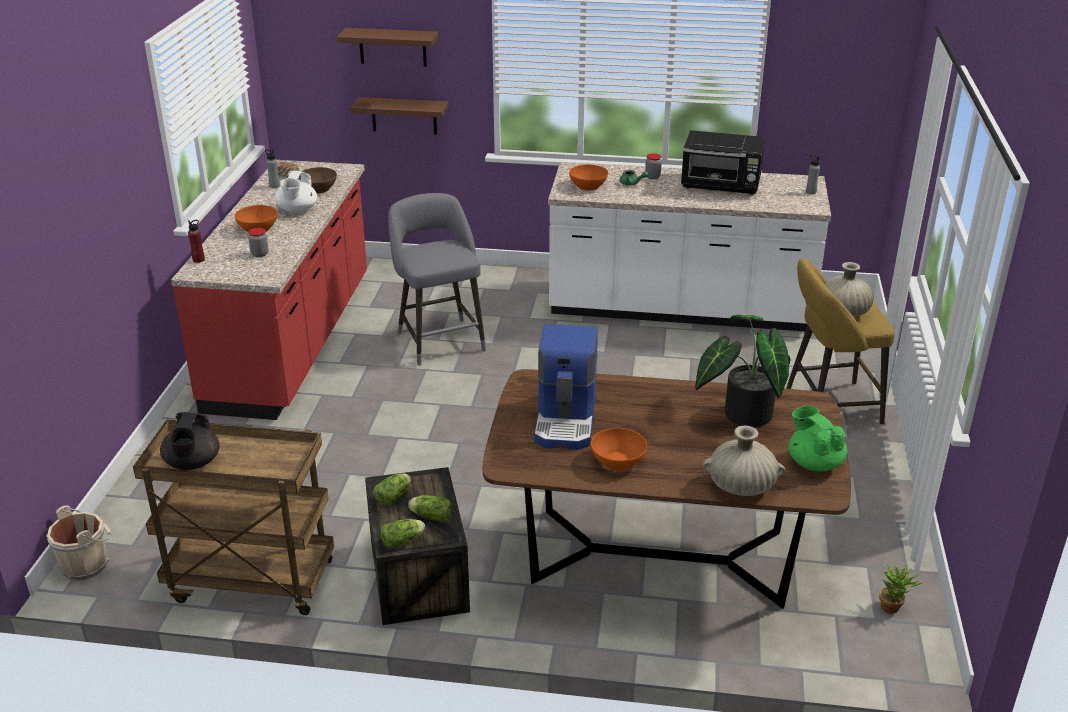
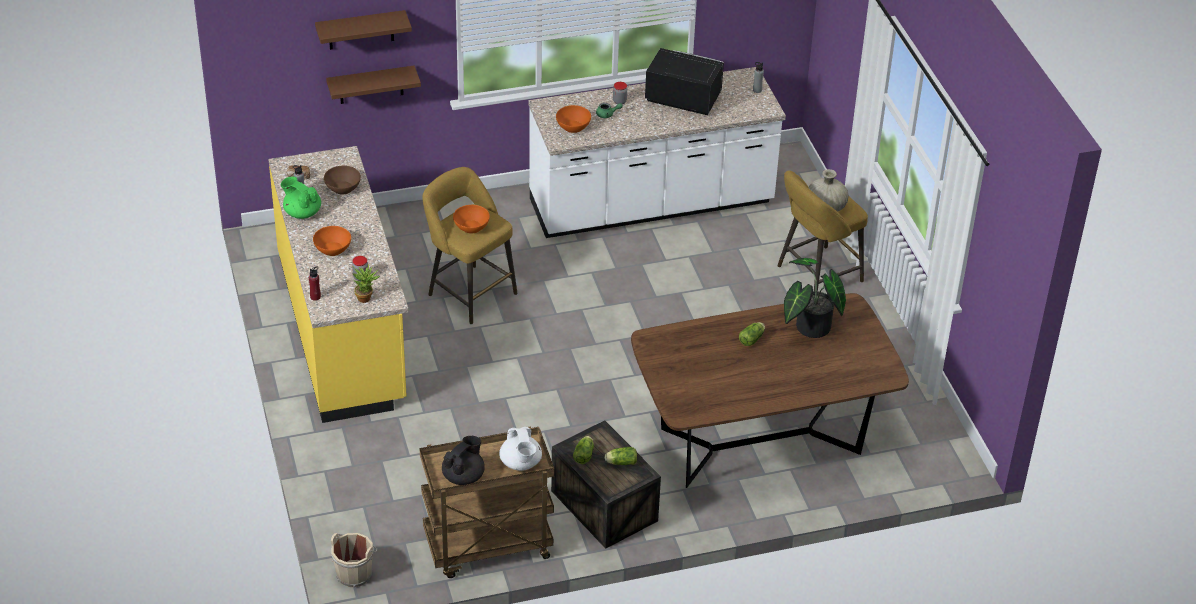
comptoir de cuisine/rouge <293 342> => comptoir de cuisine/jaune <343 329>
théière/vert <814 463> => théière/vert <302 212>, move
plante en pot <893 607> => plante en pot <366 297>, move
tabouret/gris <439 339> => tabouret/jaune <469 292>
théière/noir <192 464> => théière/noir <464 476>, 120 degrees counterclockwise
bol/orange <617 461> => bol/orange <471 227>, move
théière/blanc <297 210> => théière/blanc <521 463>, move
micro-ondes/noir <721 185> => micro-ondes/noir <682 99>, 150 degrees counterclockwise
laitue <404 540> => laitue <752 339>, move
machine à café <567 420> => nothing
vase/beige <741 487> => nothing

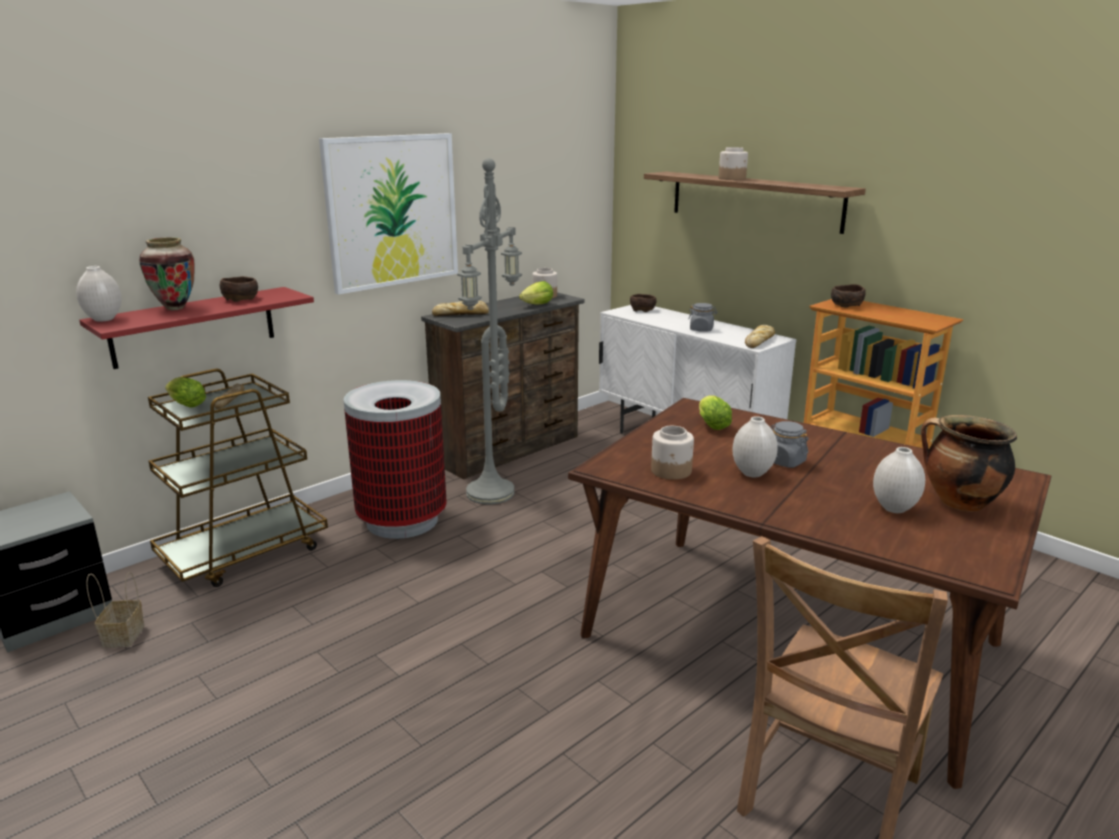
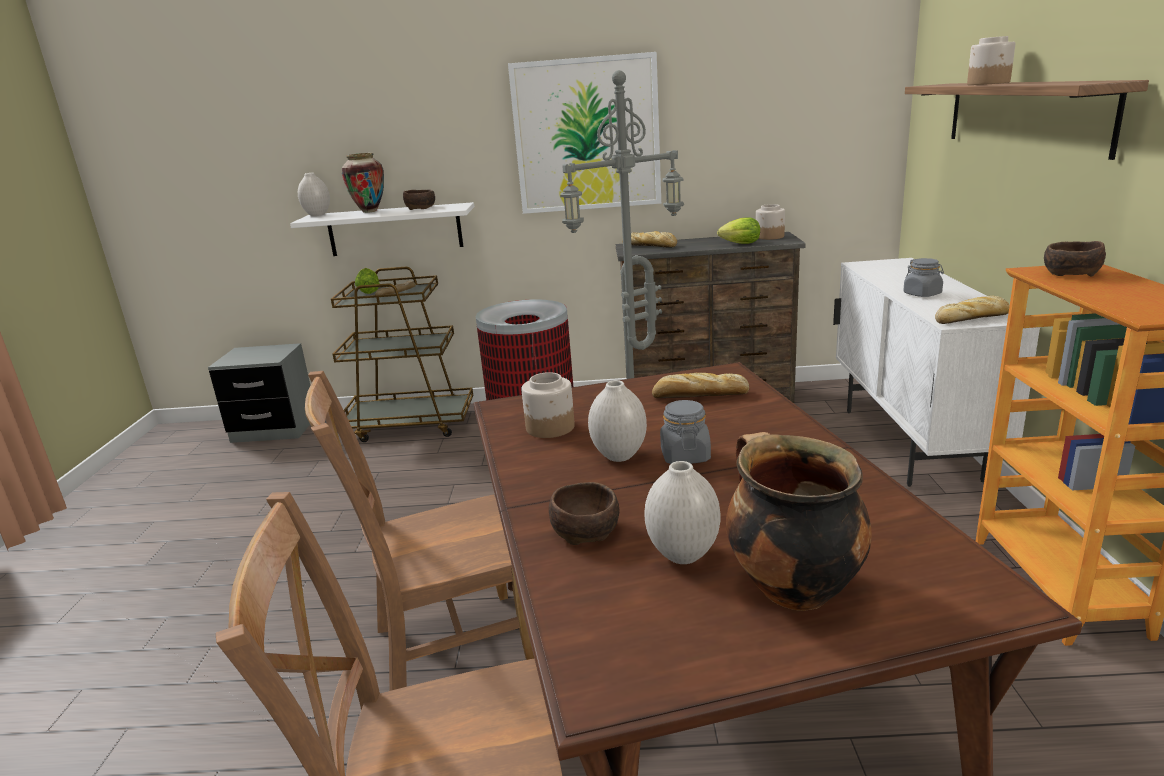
étagère/rouge <194 327> => étagère/blanc <395 230>
nothing => chaise/marron <446 650>
bol/marron <642 310> => bol/marron <587 530>, move
laitue <711 425> => pain <698 395>
panier <123 635> => nothing

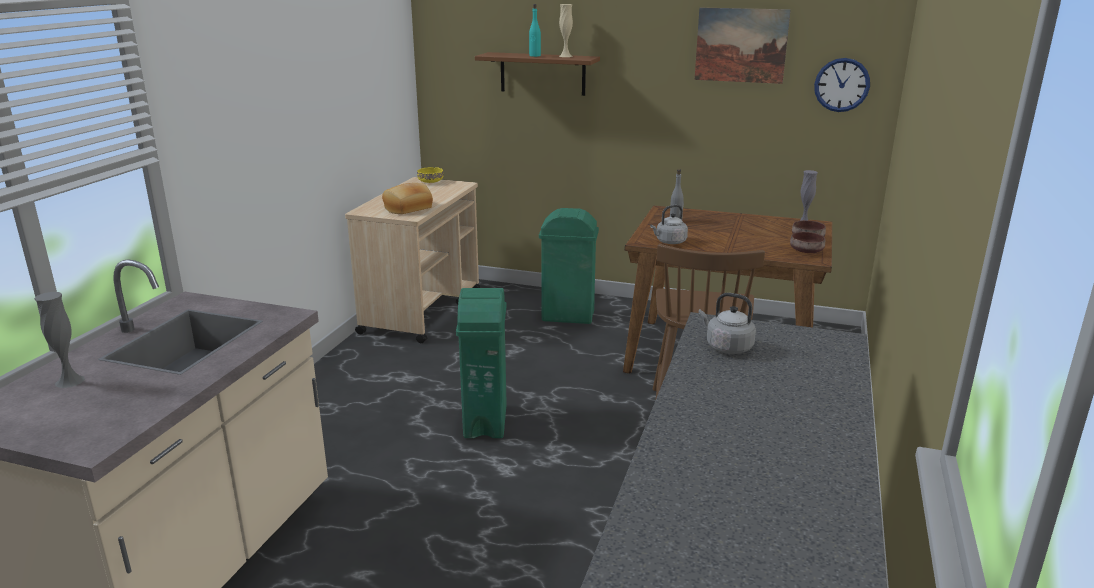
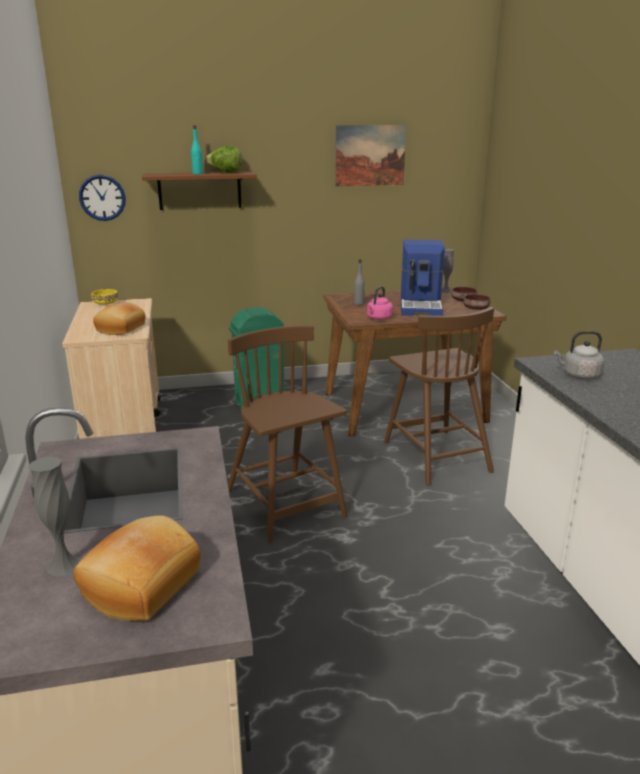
nothing => pain <139 584>
horloge murale <841 85> => horloge murale <102 198>, move
vase/beige <565 56> => laitue <225 172>
poubelle/vert <486 421> => chaise/marron <285 504>
bouilloire/gris <669 242> => bouilloire/rose <378 318>
nothing => machine à café <421 306>

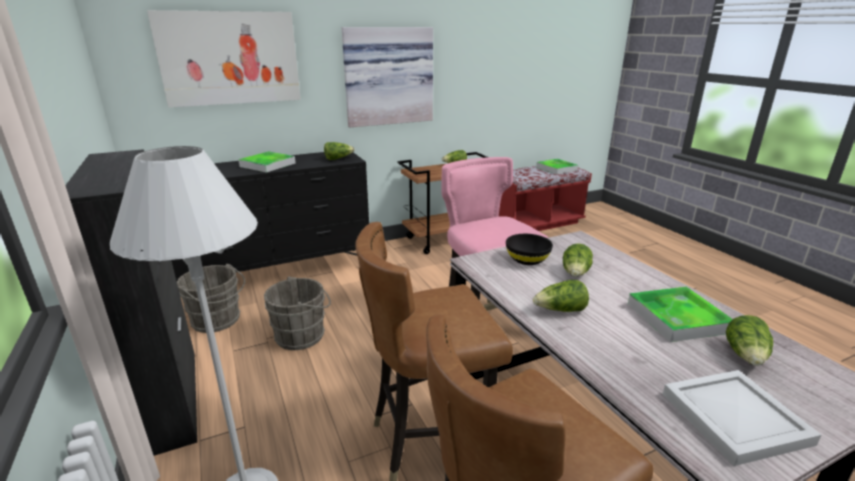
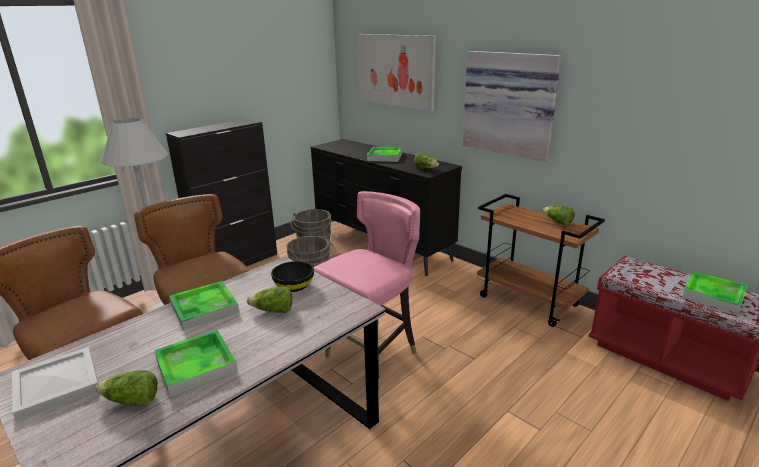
laitue <560 310> => plateau <204 308>

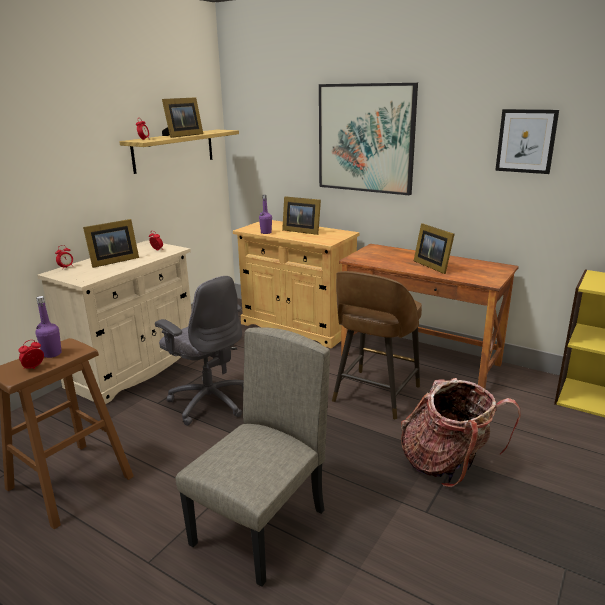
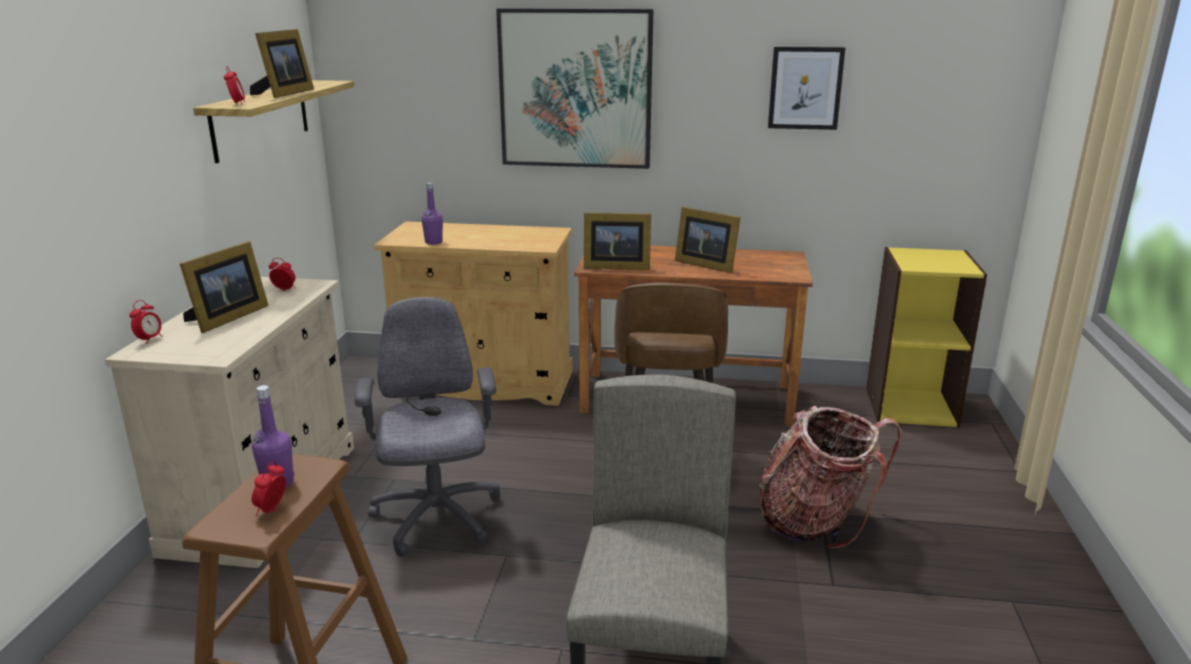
chaise de bureau/gris <209 401> => chaise de bureau/gris <436 519>, 120 degrees counterclockwise
cadre photo <301 231> => cadre photo <614 266>, move

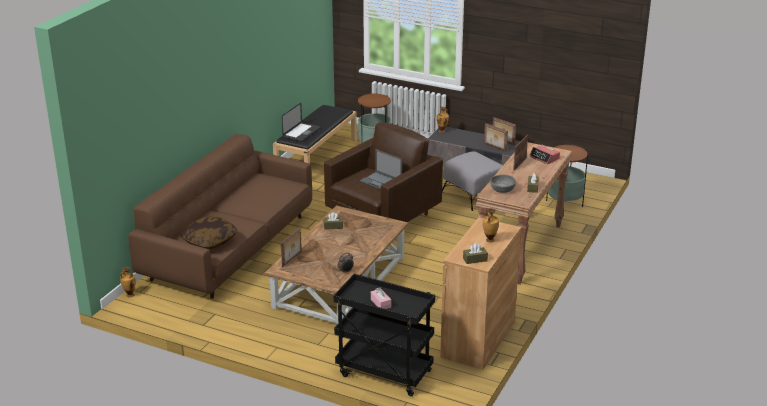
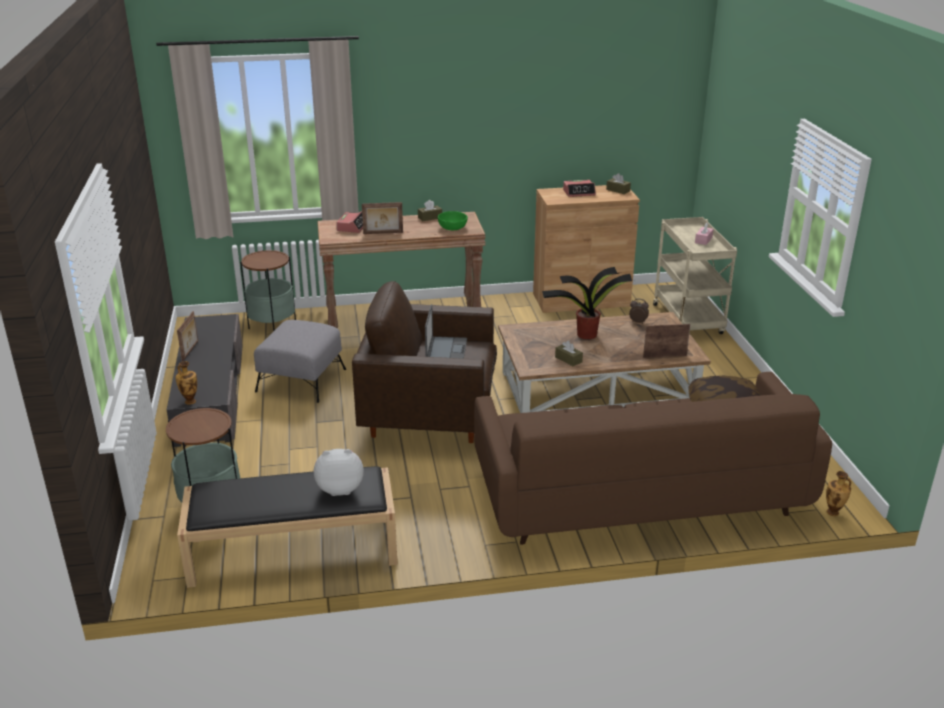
ordinateur portable <301 133> => peluche <340 488>
bol/gris <502 189> => bol/vert <452 227>
nothing => plante en pot <585 334>
vase <489 240> => réveil <579 192>
chariot/noir <383 373> => chariot/beige <689 320>
cadre photo <494 147> => nothing

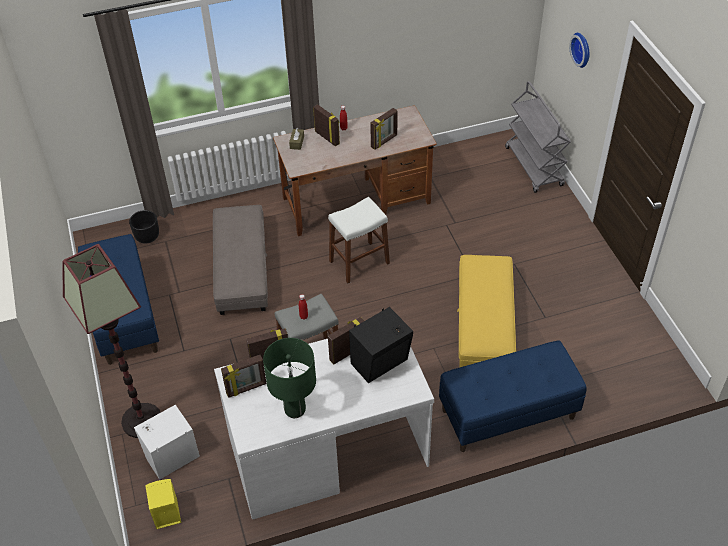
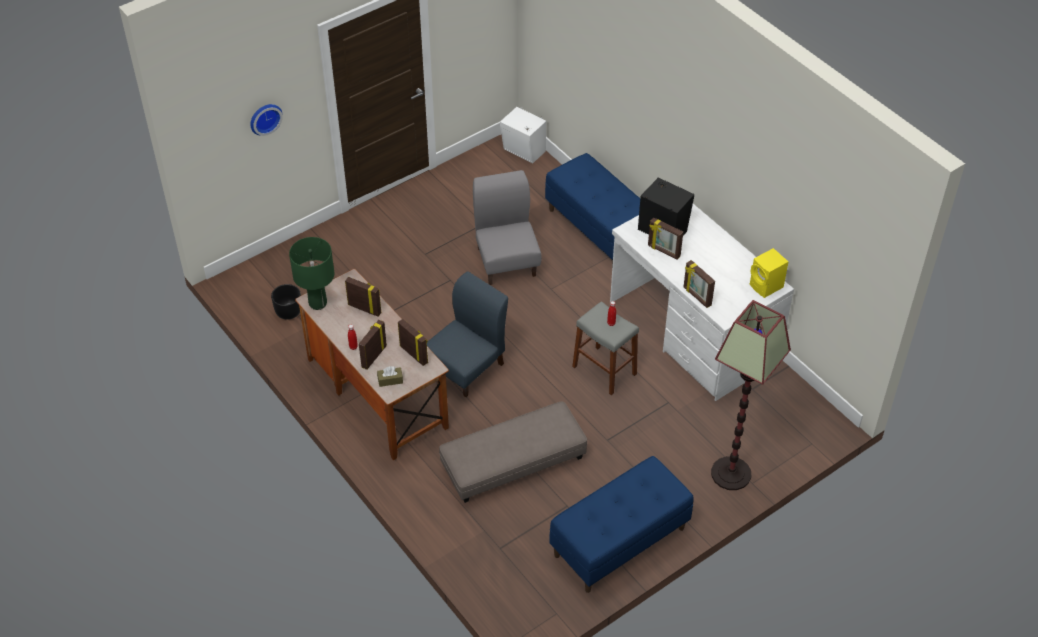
cache-pot/noir <147 236> => cache-pot/noir <288 311>, move
lampe de table/vert <294 409> => lampe de table/vert <317 304>, move
cadre photo <246 389> => cadre photo <414 354>, move
tabouret/blanc <359 262> => chaise/bleu <466 367>
pouf/jaune <484 323> => chaise/gris <506 261>
enceinte/blanc <171 456> => enceinte/blanc <524 151>, move
enceinte/jaune <165 514> => enceinte/jaune <766 286>, move
chariot/gris <534 167> => nothing

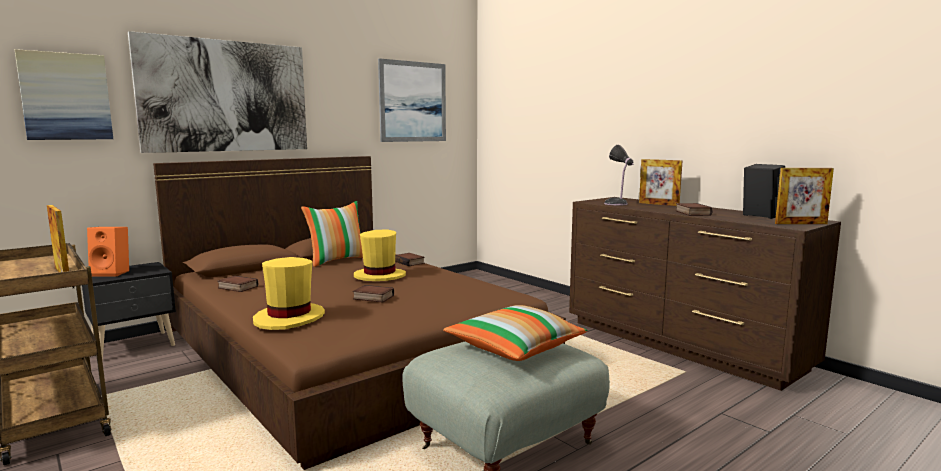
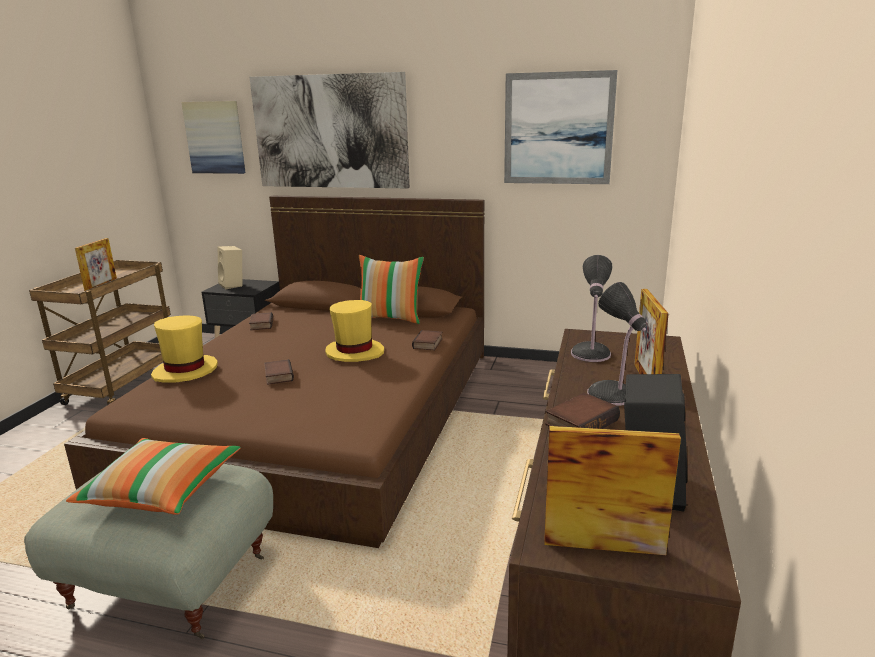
enceinte/orange <112 273> => enceinte/beige <233 285>
cadre photo <801 223> => cadre photo <604 546>, 135 degrees clockwise
nothing => lampe de table <612 396>

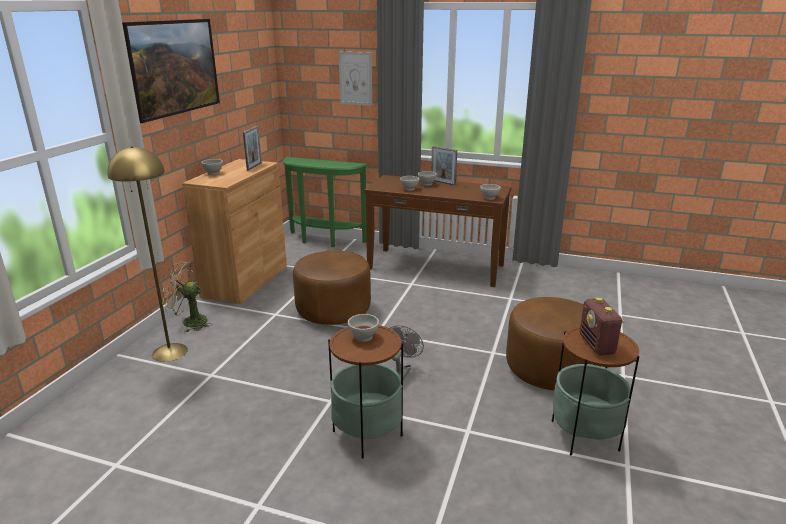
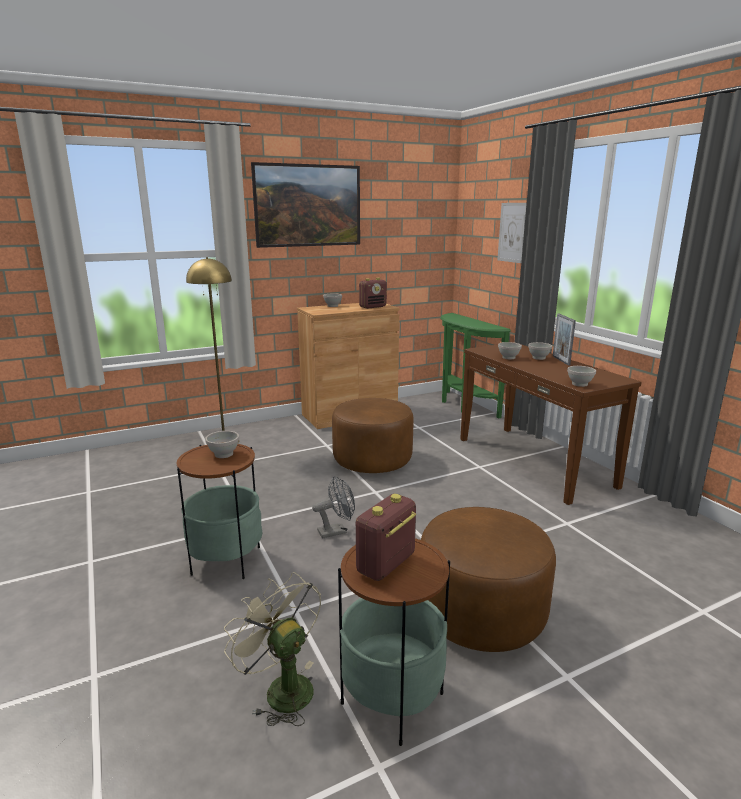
ventilateur/beige <189 322> => ventilateur/beige <281 688>, move
cadre photo <254 166> => radio <373 307>

